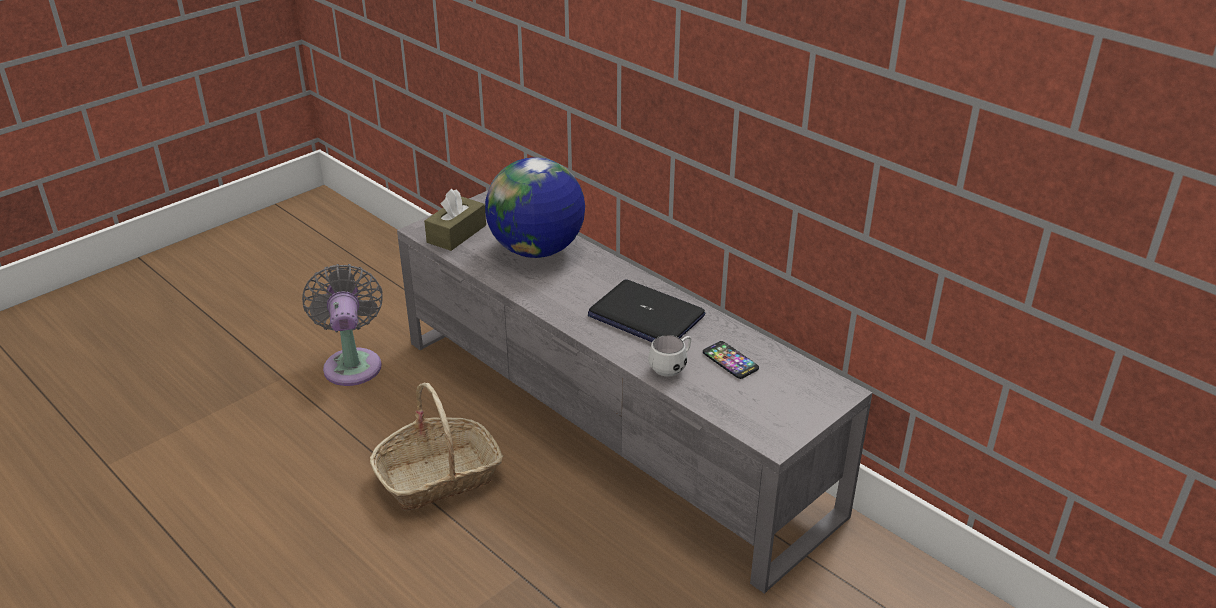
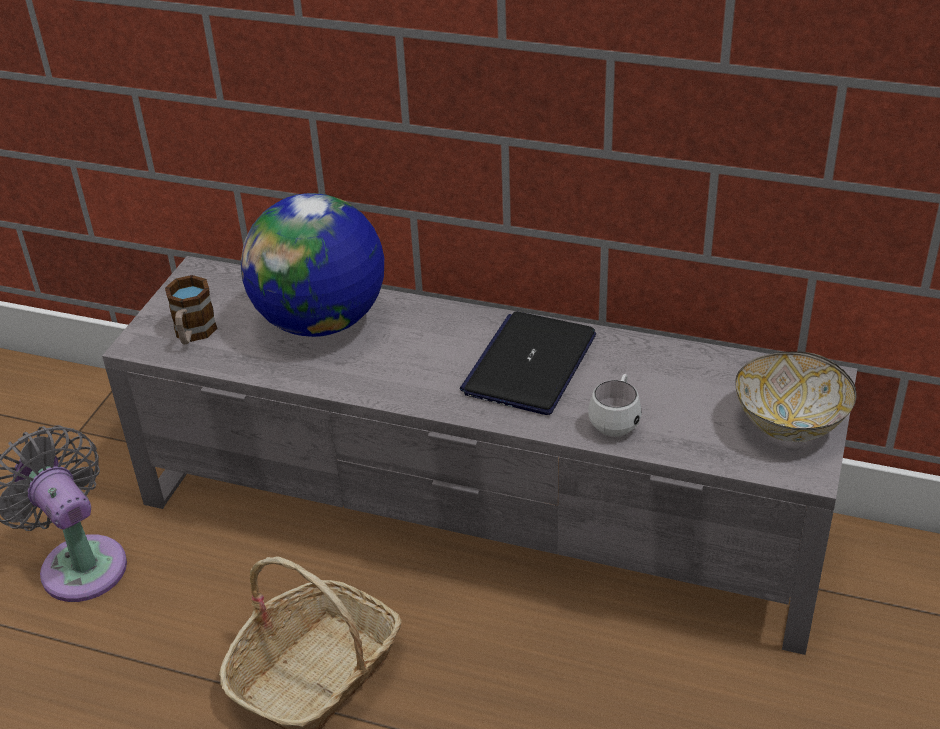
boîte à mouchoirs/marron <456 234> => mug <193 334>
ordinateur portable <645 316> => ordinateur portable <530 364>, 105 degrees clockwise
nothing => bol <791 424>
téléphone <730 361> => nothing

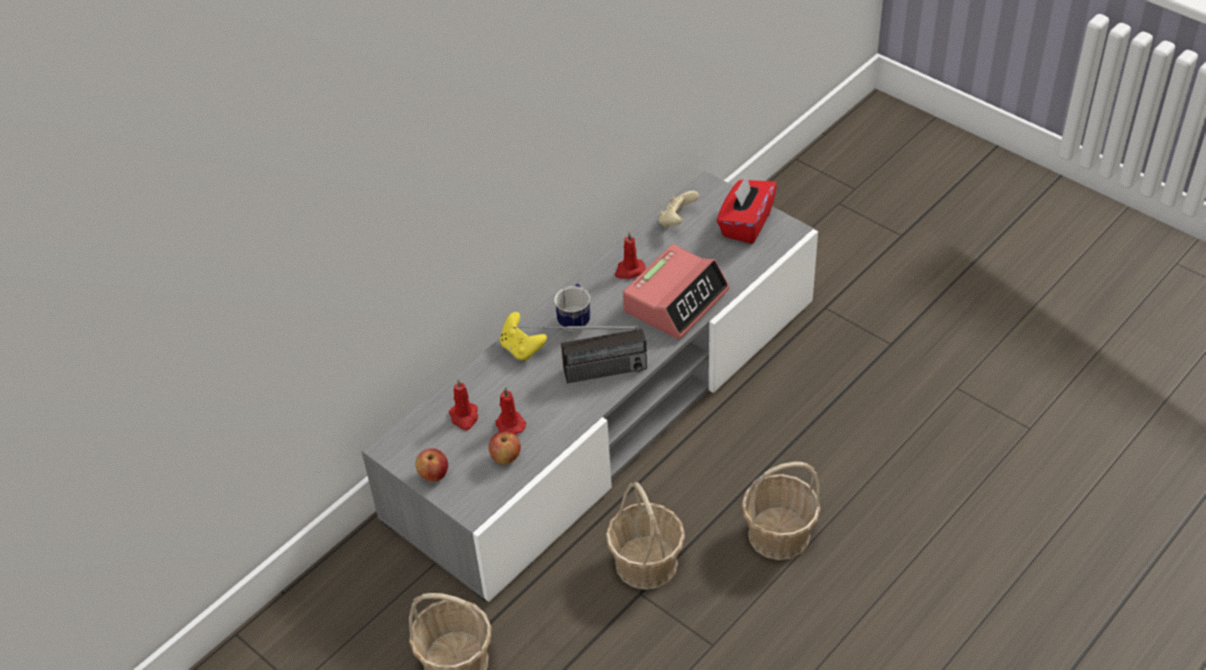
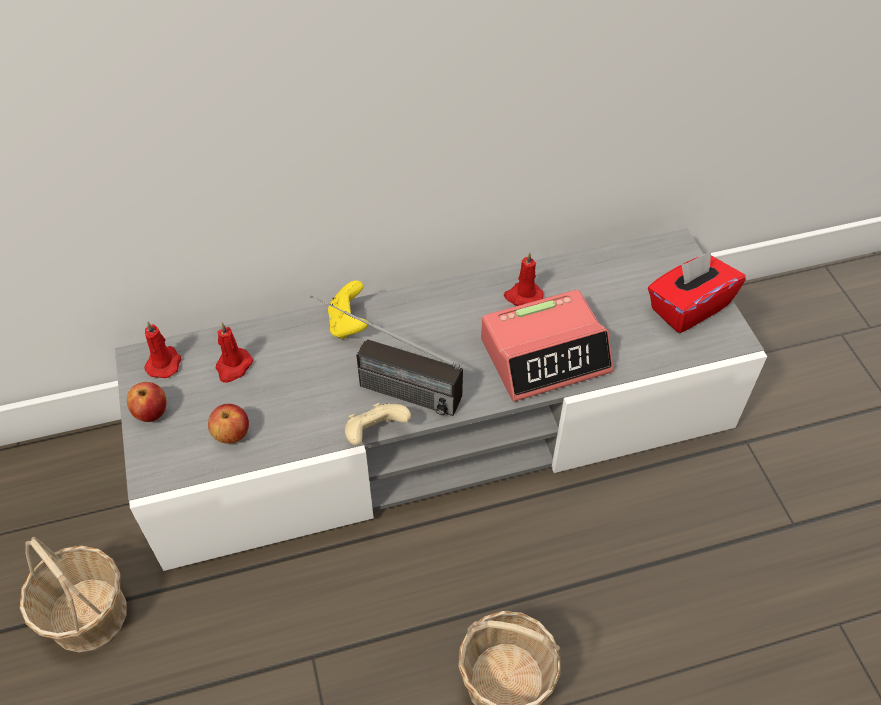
bougie/rouge <509 423> => bougie/rouge <164 363>, move
manette/beige <677 221> => manette/beige <375 433>, move
mug <575 320> => nothing
panier <646 562> => nothing

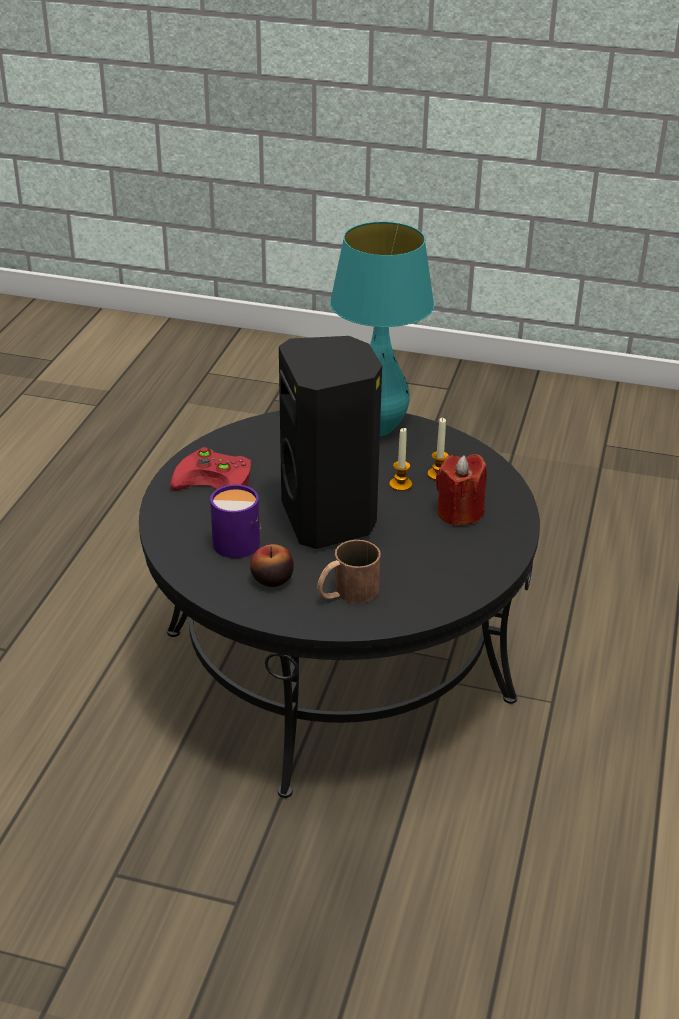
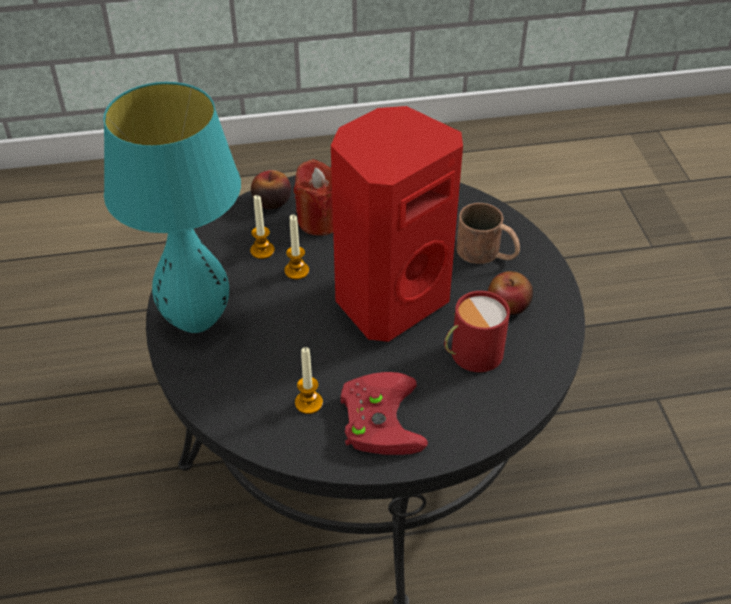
nothing => pomme <271 202>
nothing => bougie <308 403>
enceinte/noir <330 519> => enceinte/rouge <389 300>
mug/violet <237 540> => mug/rouge <471 353>

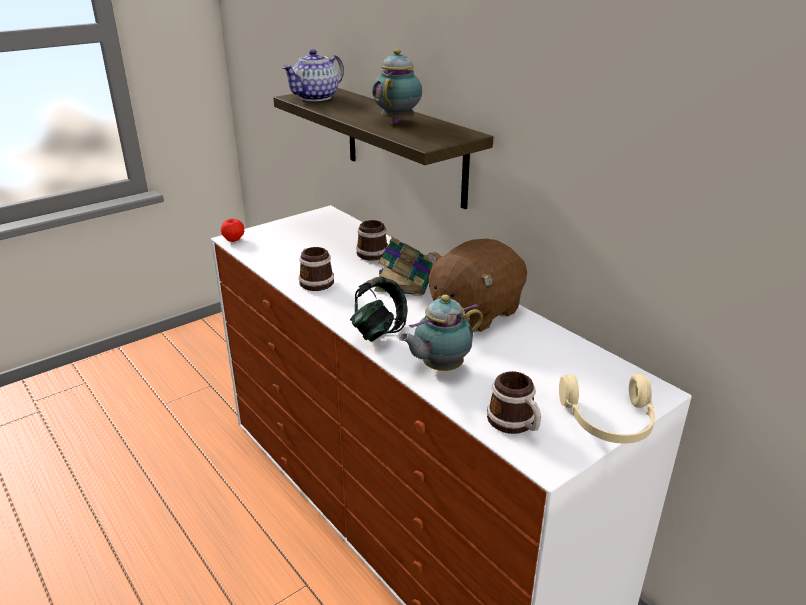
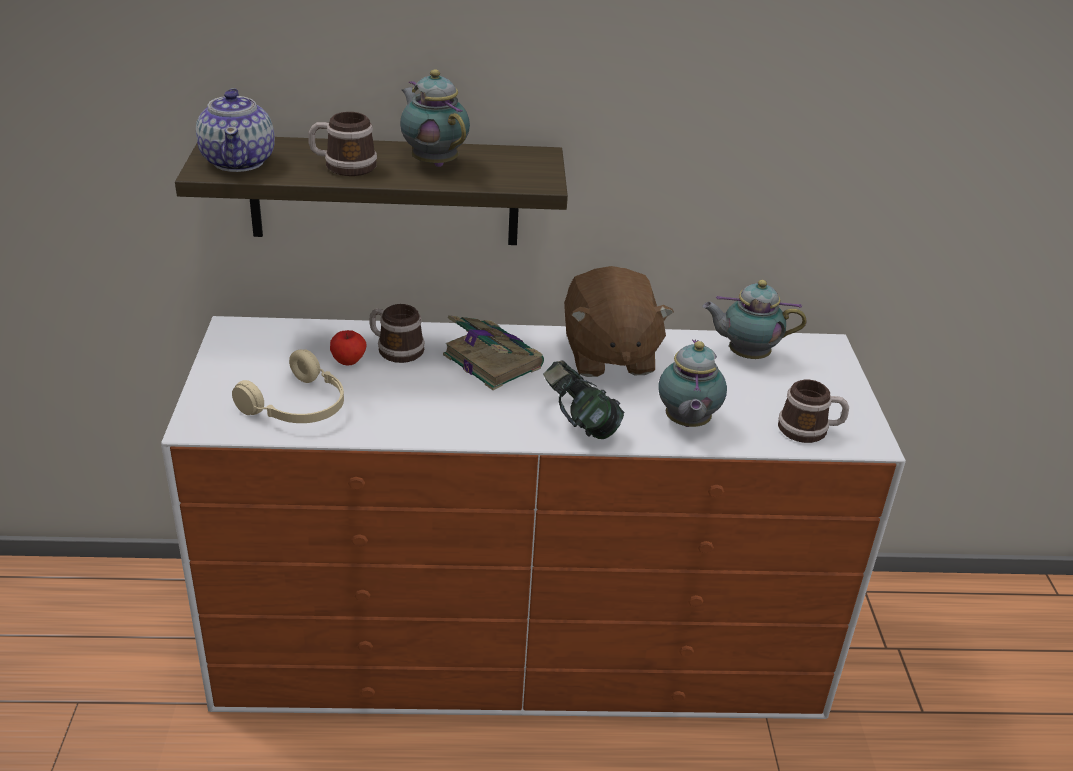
casque audio/beige <609 422> => casque audio/beige <299 407>, move
mug <314 281> => mug <343 166>, move
pomme <234 240> => pomme <348 361>, move
nothing => théière <745 355>

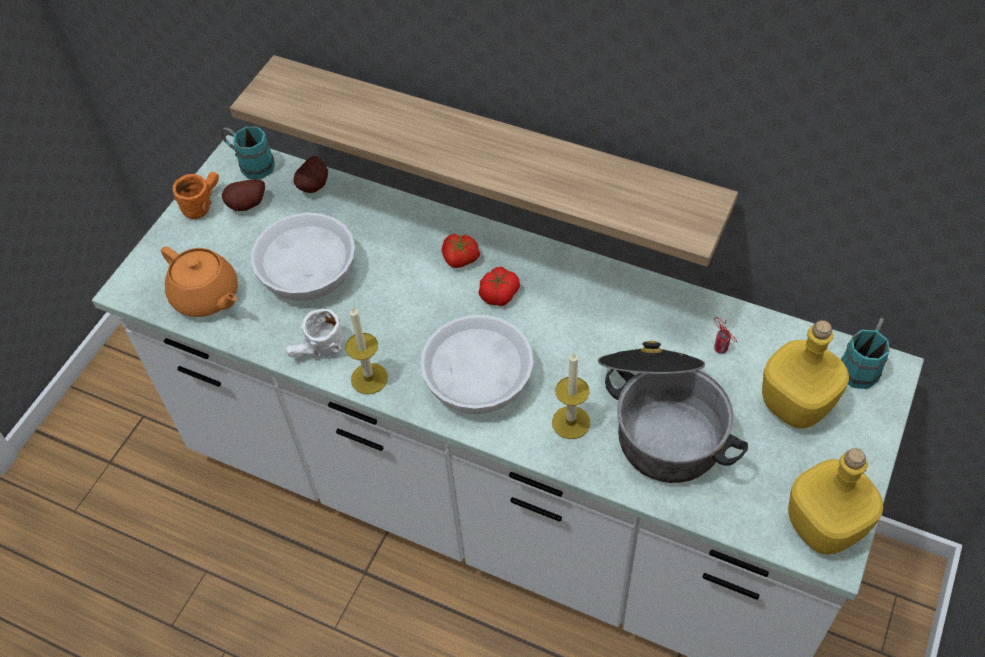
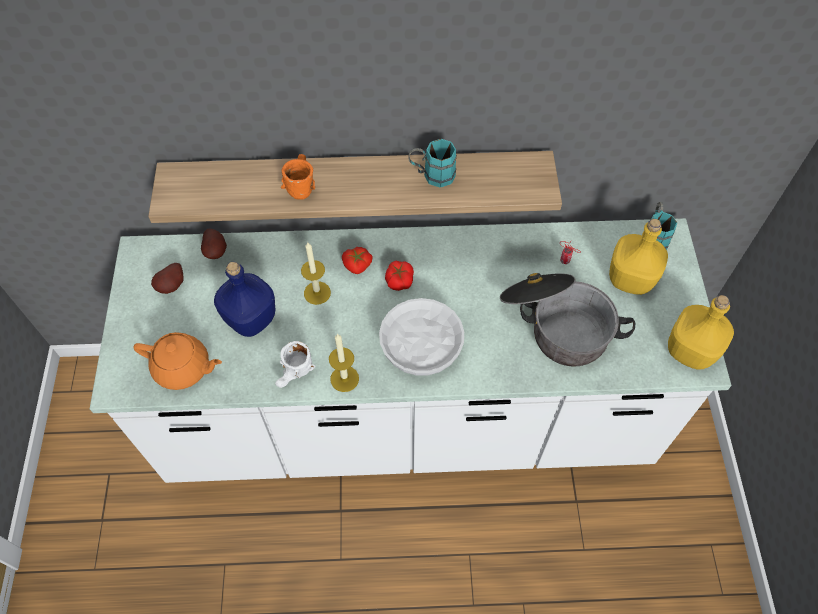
bol/blanc <307 271> => bouteille/bleu <250 318>
mug/orange <202 202> => mug/orange <299 183>, move
bougie <571 422> => bougie <317 293>, move
mug/turquoise <250 164> => mug/turquoise <432 175>, move

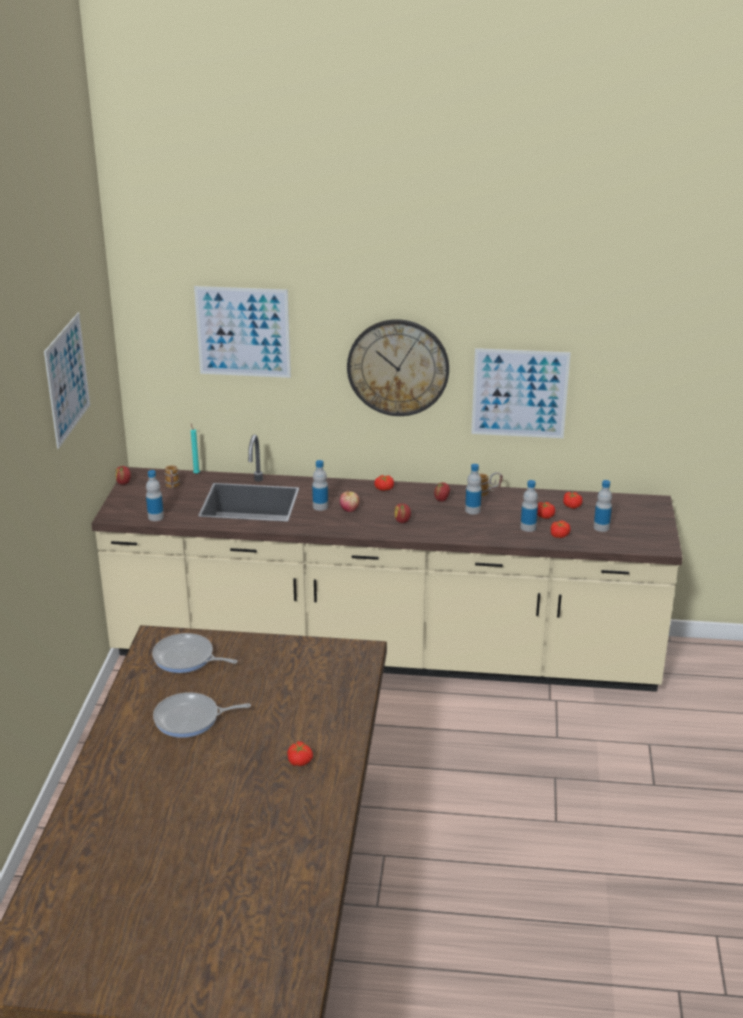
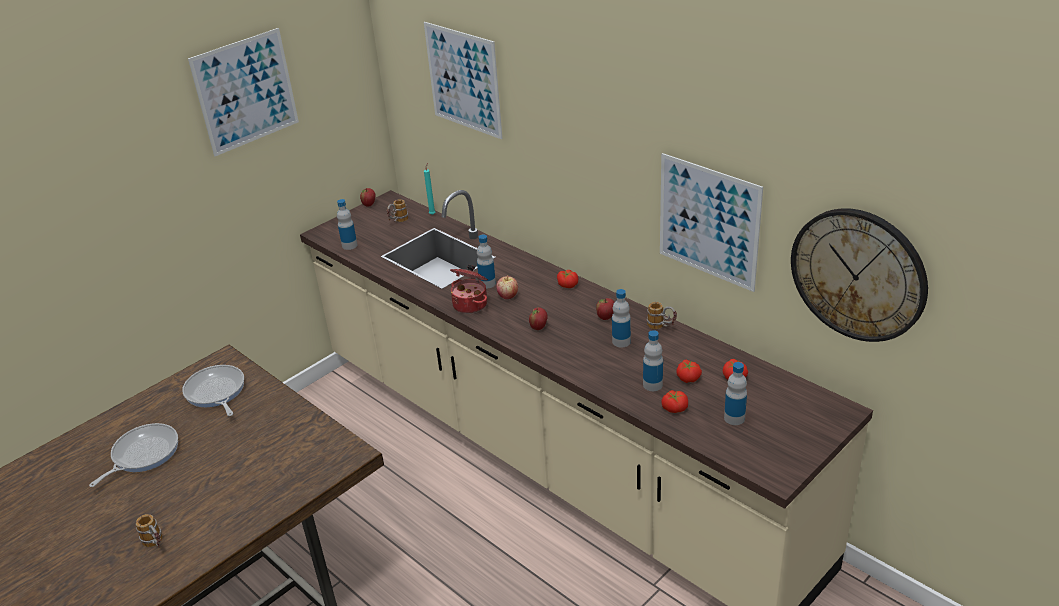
poêle <190 719> => poêle <143 454>, 90 degrees clockwise
tomate <300 761> => mug <156 545>
nothing => marmite <471 304>
horloge murale <398 367> => horloge murale <858 274>, move

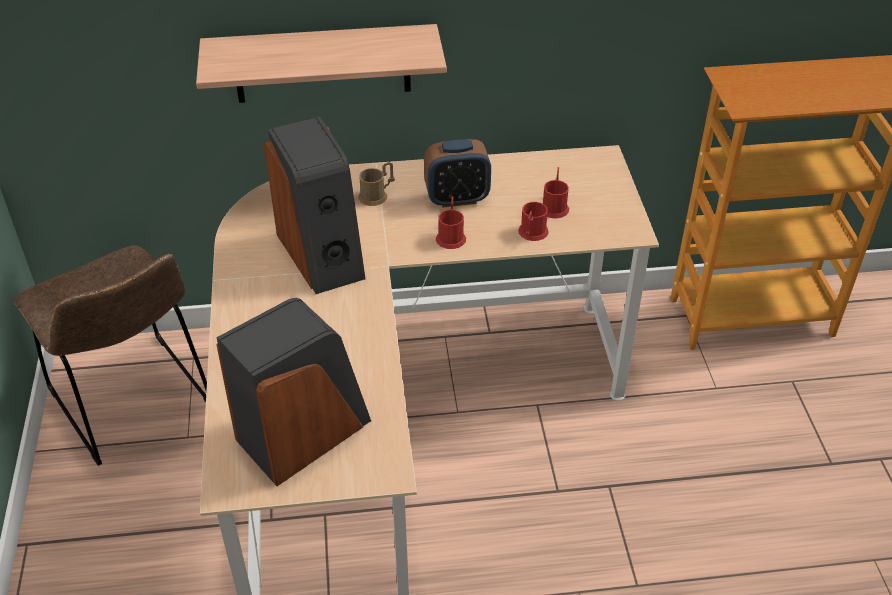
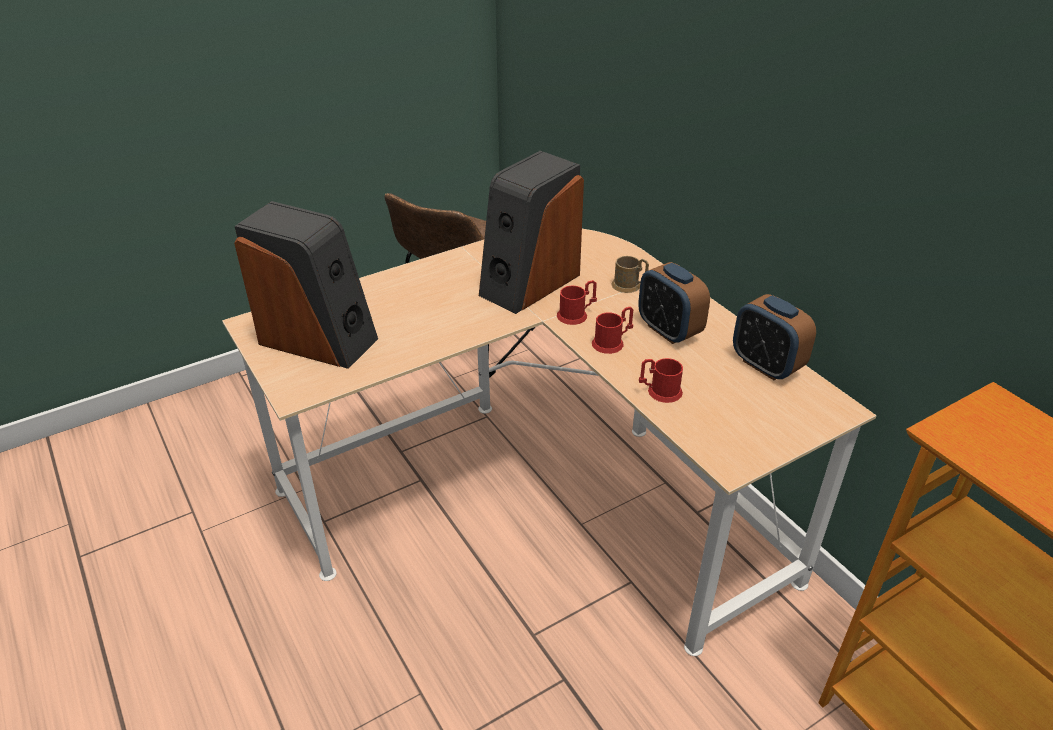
mug/rouge <554 206> => mug/rouge <576 315>, move
nothing => réveil <766 365>
étagère <322 64> => nothing

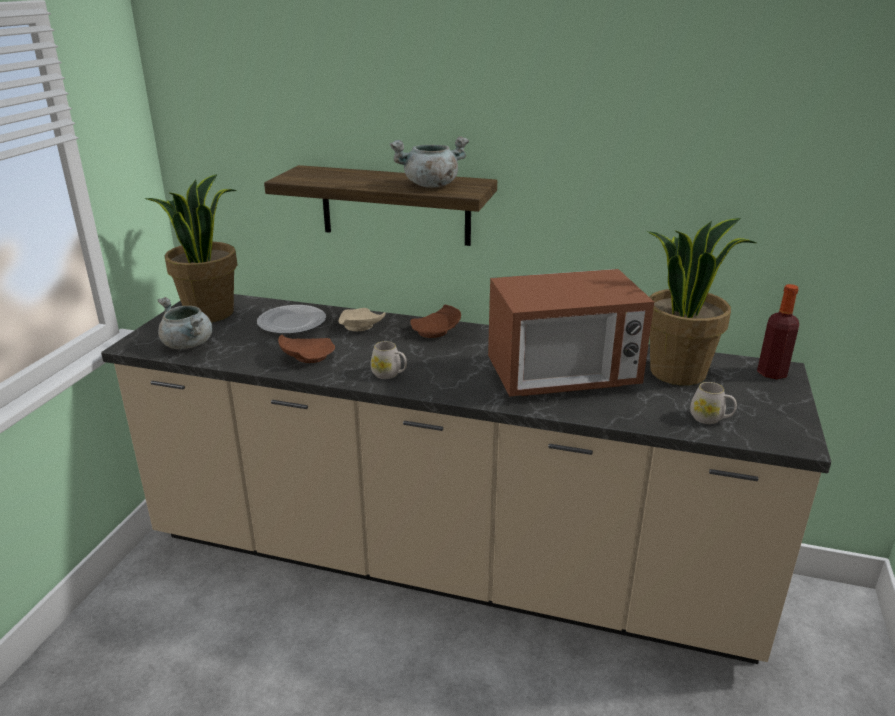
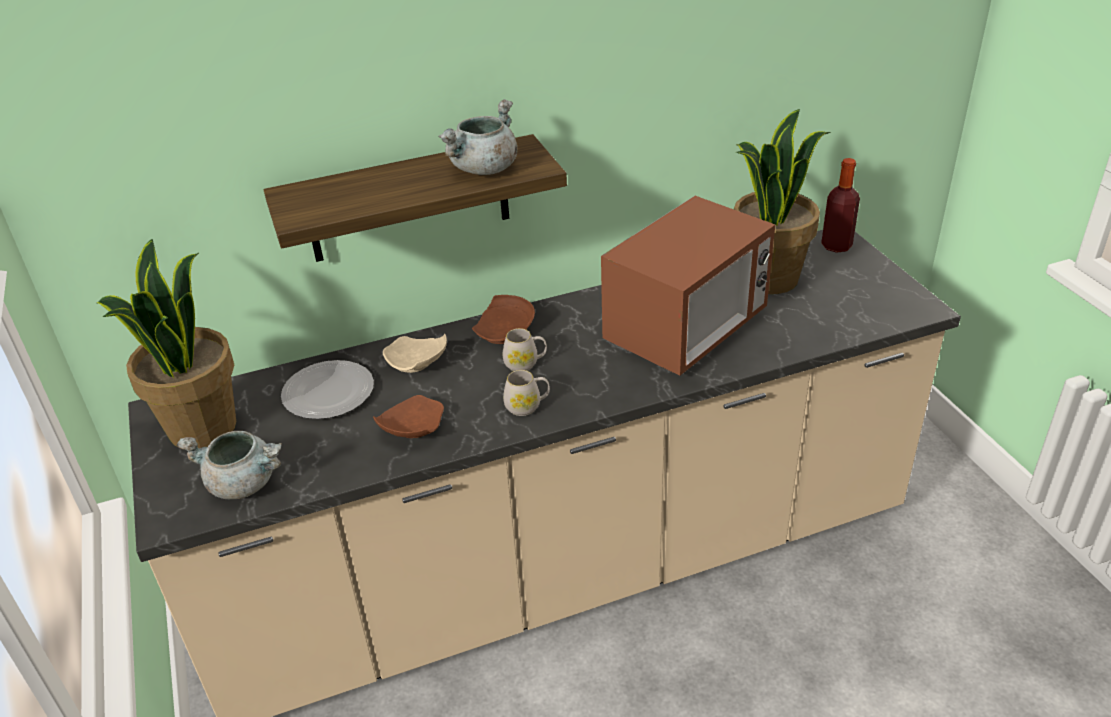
mug/blanc <710 418> => mug/blanc <525 363>, move

